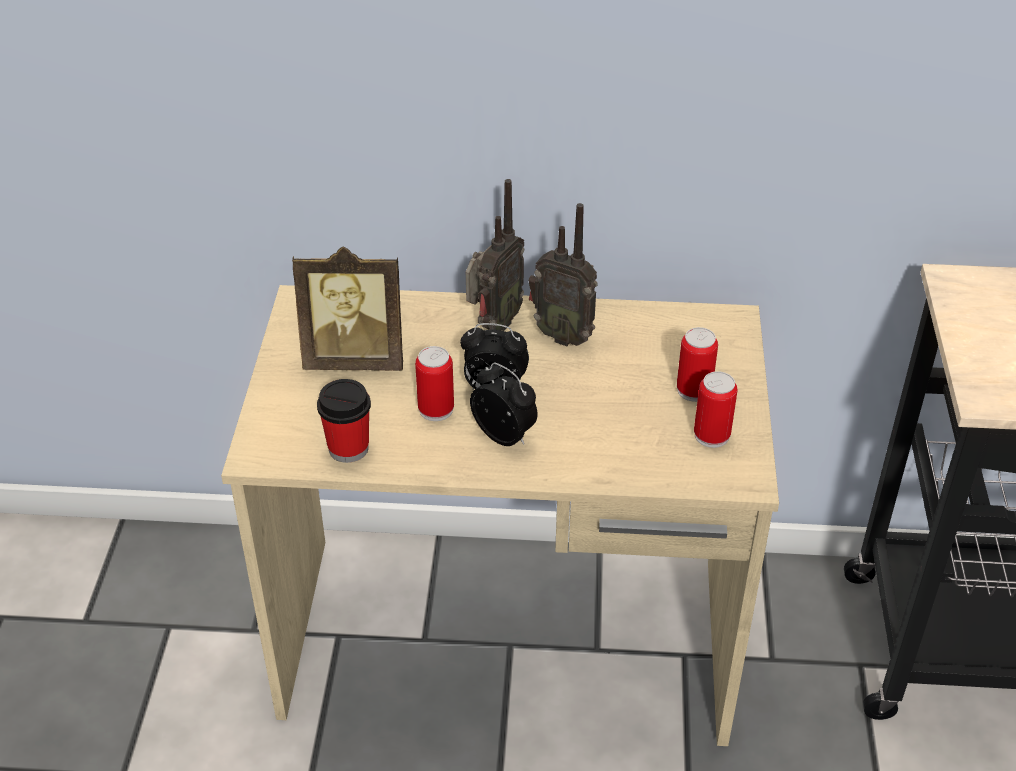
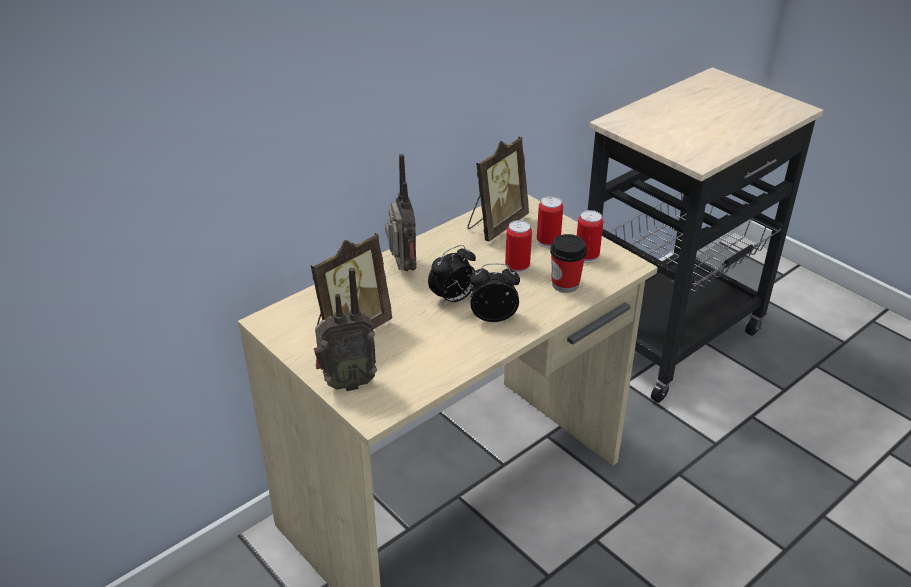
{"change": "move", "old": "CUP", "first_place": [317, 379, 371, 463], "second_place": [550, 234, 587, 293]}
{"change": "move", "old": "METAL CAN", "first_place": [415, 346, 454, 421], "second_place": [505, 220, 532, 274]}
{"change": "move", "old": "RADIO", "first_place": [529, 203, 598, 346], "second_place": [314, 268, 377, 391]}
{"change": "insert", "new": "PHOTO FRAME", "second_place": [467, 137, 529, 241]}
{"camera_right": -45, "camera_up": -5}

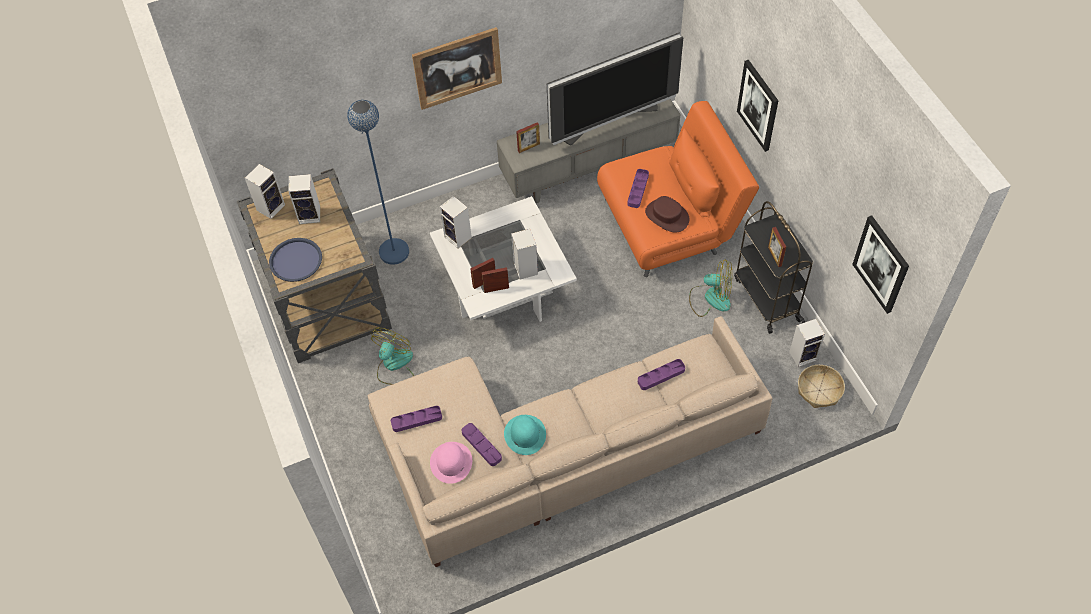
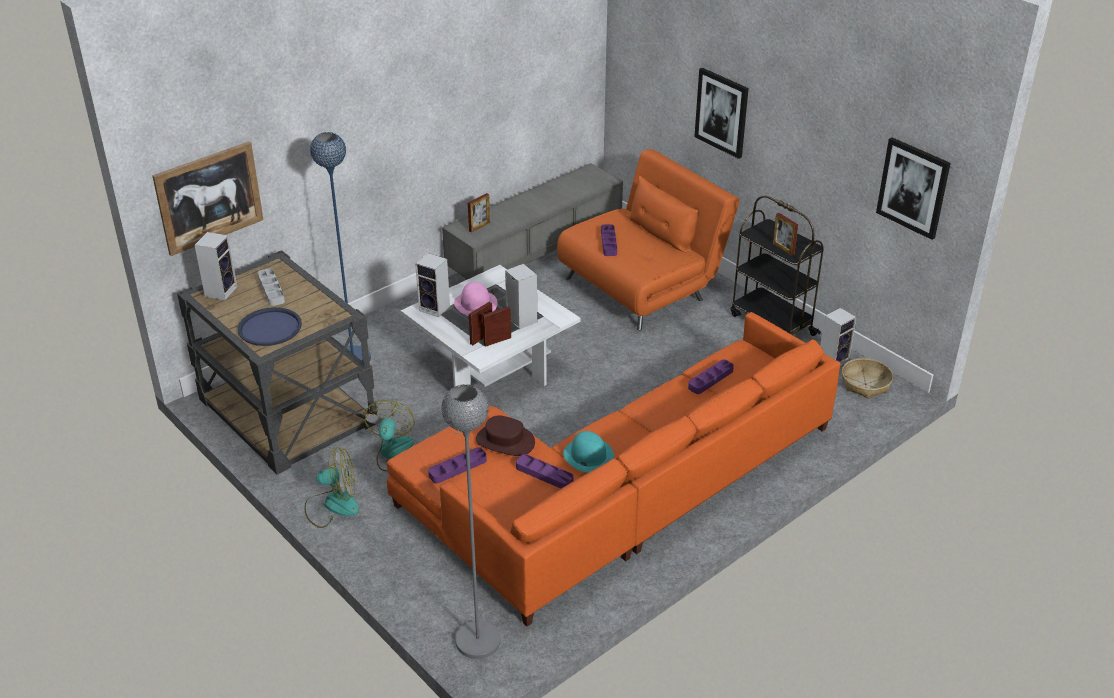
{"change": "replace", "old": "LOUDSPEAKER", "new": "GREYISH SERVING TRAY", "first_place": [288, 174, 321, 224], "second_place": [257, 268, 285, 306]}
{"change": "recolor", "old": "SAND-COLOURED SETTEE", "new": "ORANGE-COLOURED SETTEE", "first_place": [368, 316, 773, 567], "second_place": [387, 312, 840, 626]}
{"change": "move", "old": "PICTURE", "first_place": [412, 27, 502, 110], "second_place": [152, 141, 264, 256]}
{"change": "move", "old": "PINK-COLOURED CLOTHING HAT", "first_place": [430, 442, 472, 484], "second_place": [454, 282, 498, 316]}
{"change": "delete", "old": "TV", "first_place": [547, 33, 683, 145]}
{"change": "move", "old": "BROWN CLOTHING HAT", "first_place": [645, 196, 690, 233], "second_place": [476, 415, 535, 456]}
{"change": "move", "old": "ELECTRIC FAN", "first_place": [689, 259, 732, 317], "second_place": [305, 447, 359, 528]}
{"change": "insert", "new": "GREYISH STANDARD LAMP", "second_place": [442, 384, 501, 659]}
{"camera_right": -20, "camera_up": -20}

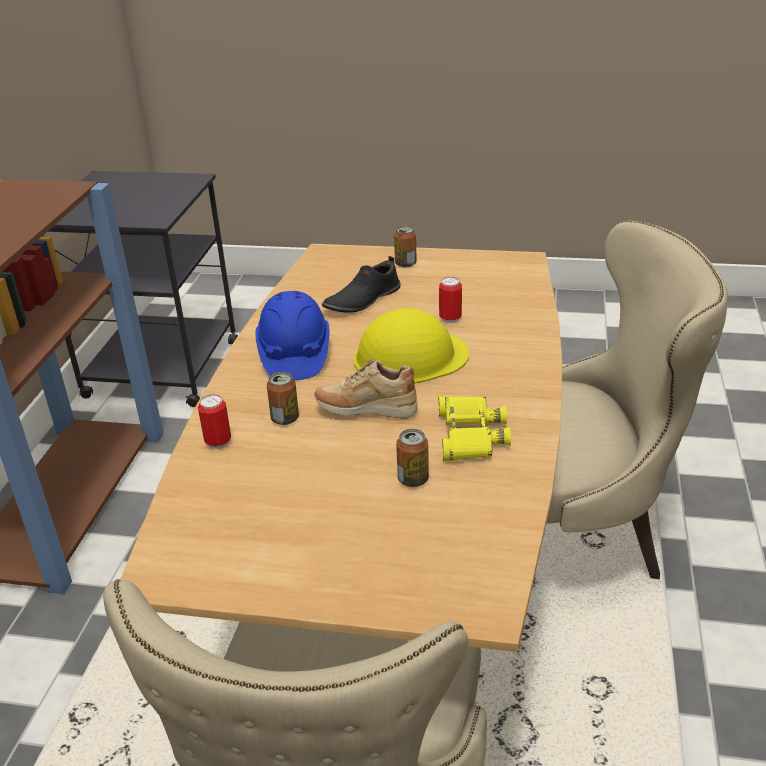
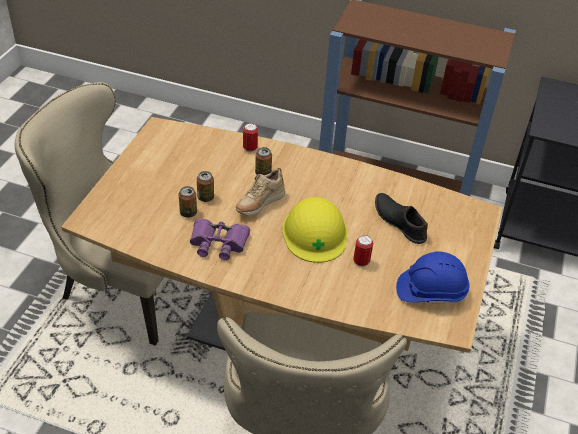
{"change": "move", "old": "BLUE HARD HAT", "first_place": [255, 291, 330, 380], "second_place": [396, 252, 470, 304]}
{"change": "rotate", "old": "SAND-COLOURED ITEM OF FOOTWEAR", "first_place": [314, 359, 418, 419], "second_place": [236, 168, 285, 216], "degrees": -150}
{"change": "move", "old": "METAL CAN", "first_place": [394, 226, 417, 268], "second_place": [197, 171, 214, 202]}
{"change": "recolor", "old": "YELLOW-COLOURED FIELD GLASSES", "new": "PURPLE FIELD GLASSES", "first_place": [438, 396, 511, 461], "second_place": [190, 218, 250, 260]}
{"camera_right": 95, "camera_up": 10}

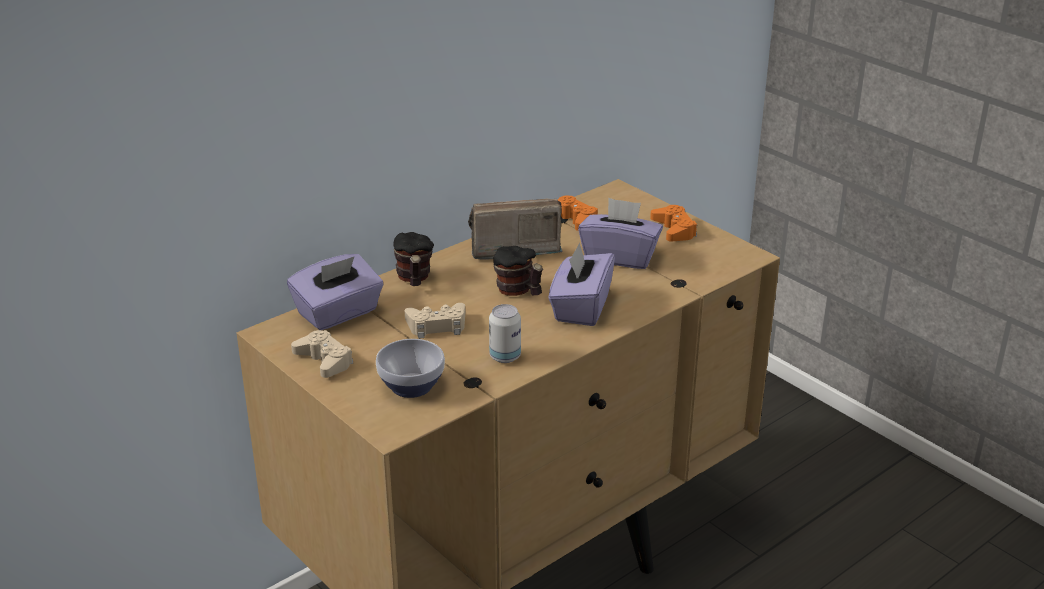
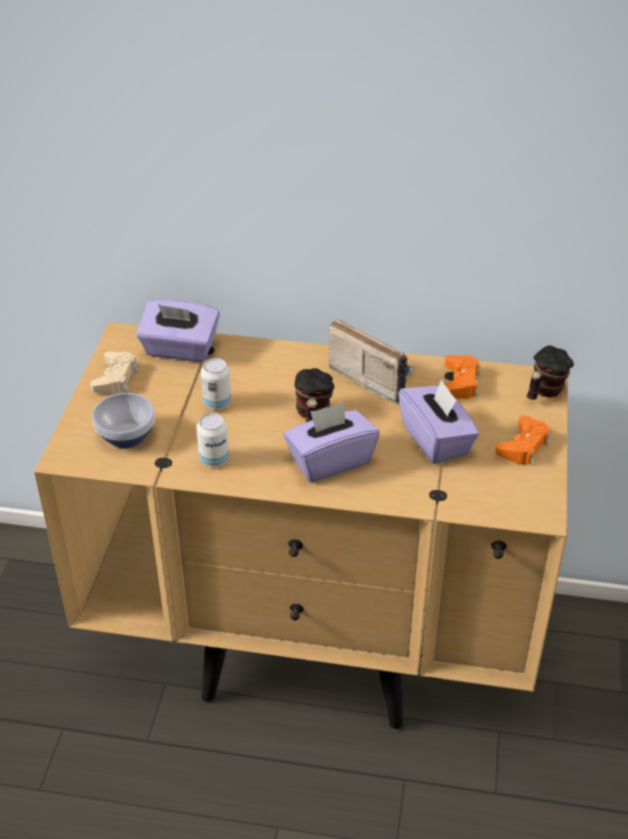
{"change": "move", "old": "MUG", "first_place": [393, 232, 434, 286], "second_place": [527, 345, 574, 400]}
{"change": "replace", "old": "SAND-COLOURED GAME CONTROLLER", "new": "METAL CAN", "first_place": [405, 303, 465, 339], "second_place": [201, 358, 231, 410]}
{"camera_right": 50, "camera_up": 10}

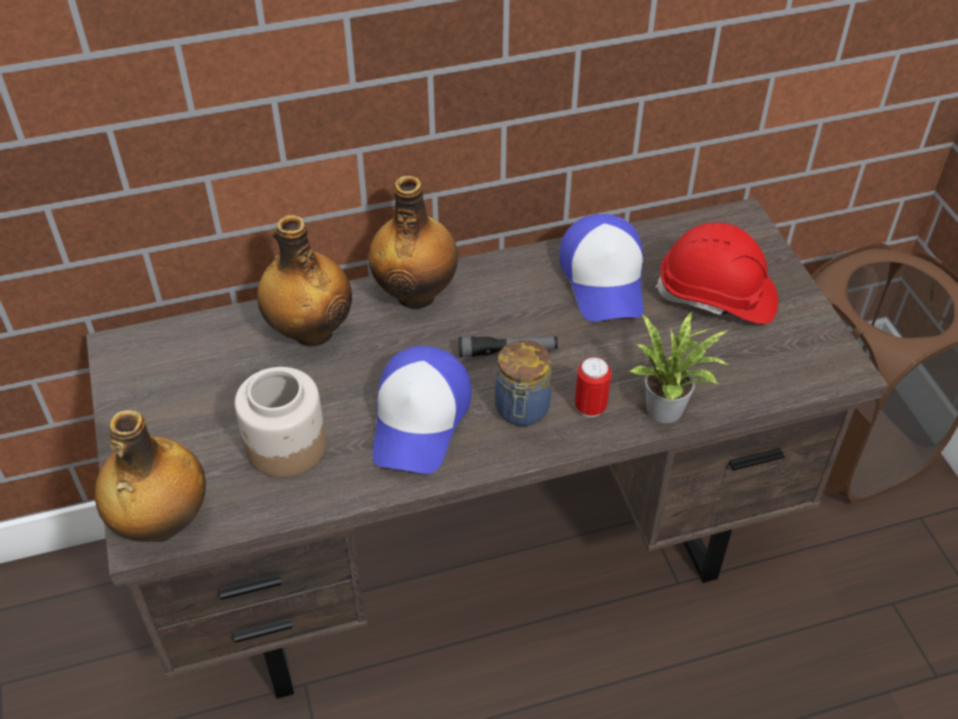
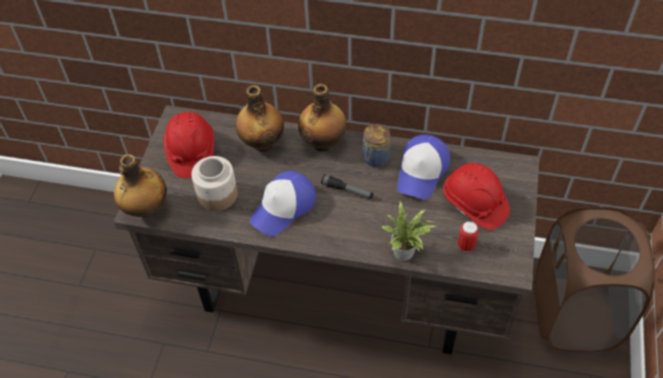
{"change": "move", "old": "PRESERVE JAR", "first_place": [495, 340, 551, 426], "second_place": [362, 124, 391, 167]}
{"change": "move", "old": "METAL CAN", "first_place": [575, 357, 611, 417], "second_place": [458, 221, 479, 252]}
{"change": "insert", "new": "RED-COLOURED HARD HAT", "second_place": [163, 112, 214, 178]}
{"camera_right": 30, "camera_up": 5}

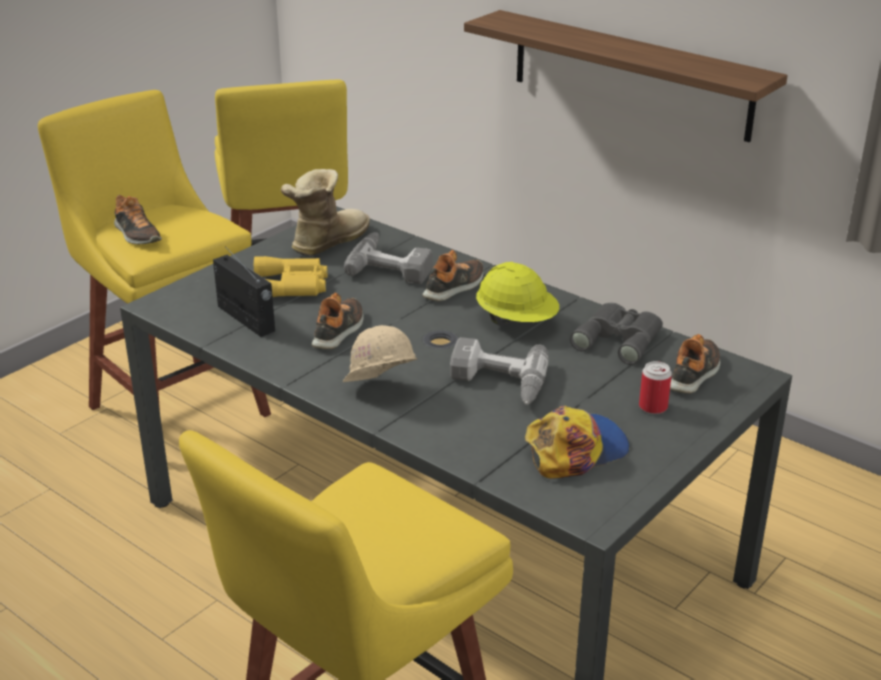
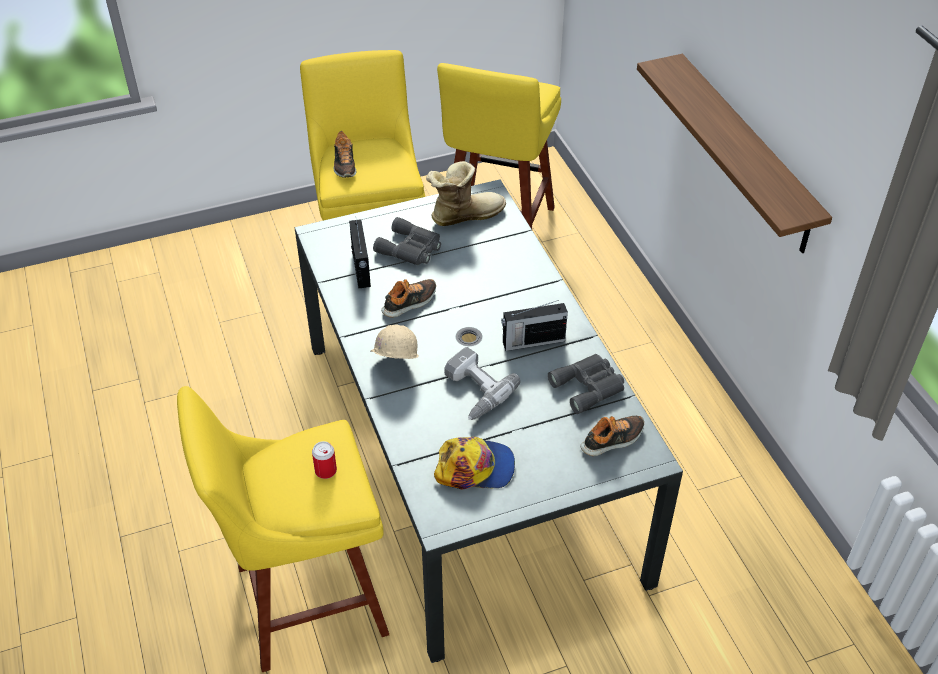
{"change": "recolor", "old": "YELLOW-COLOURED FIELD GLASSES", "new": "GREYISH FIELD GLASSES", "first_place": [254, 256, 327, 297], "second_place": [373, 217, 441, 266]}
{"change": "delete", "old": "DRILL", "first_place": [344, 232, 432, 284]}
{"change": "delete", "old": "ITEM OF FOOTWEAR", "first_place": [423, 250, 484, 301]}
{"change": "replace", "old": "YELLOW-COLOURED HARD HAT", "new": "RADIO", "first_place": [476, 262, 559, 326], "second_place": [501, 300, 568, 351]}
{"change": "move", "old": "METAL CAN", "first_place": [639, 361, 672, 414], "second_place": [312, 441, 337, 479]}
{"camera_right": 30, "camera_up": 15}

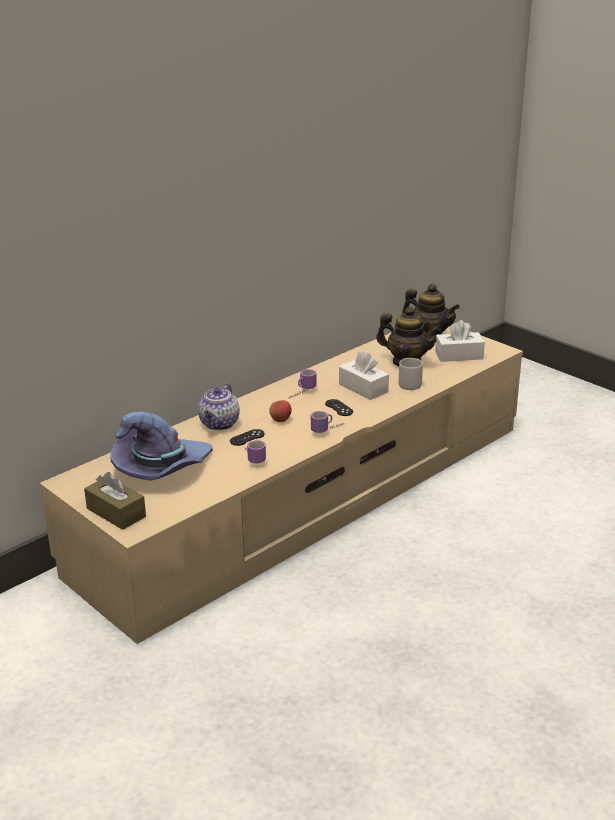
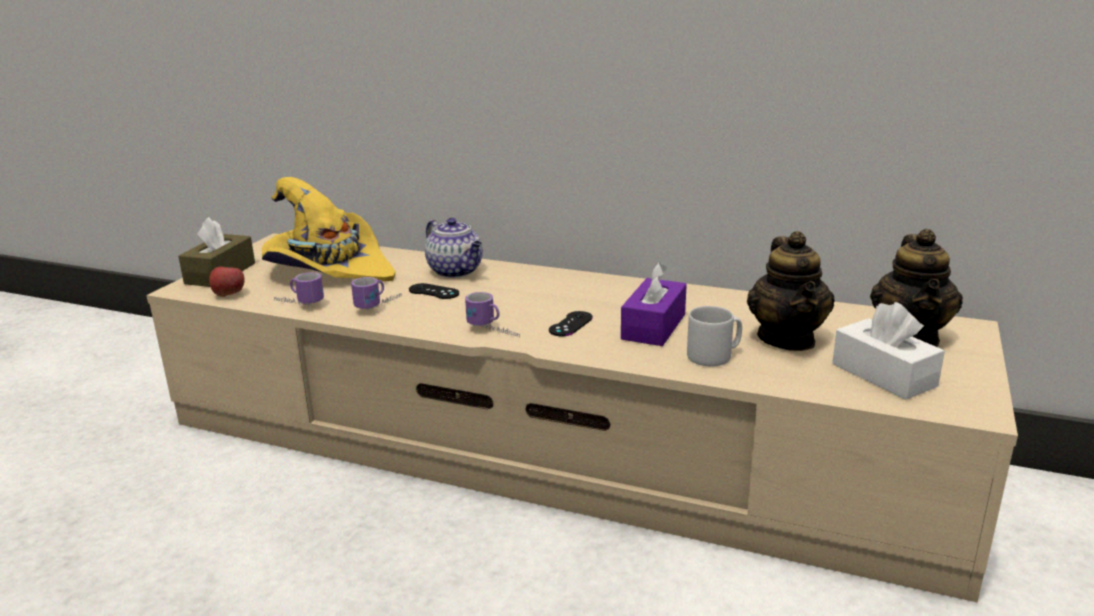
{"change": "recolor", "old": "PURPLE CLOTHING HAT", "new": "YELLOW-COLOURED CLOTHING HAT", "first_place": [111, 411, 213, 481], "second_place": [261, 177, 395, 282]}
{"change": "rotate", "old": "TEA POT", "first_place": [198, 383, 240, 430], "second_place": [425, 218, 483, 278], "degrees": -120}
{"change": "move", "old": "APPLE FRUIT", "first_place": [269, 400, 292, 422], "second_place": [209, 267, 245, 297]}
{"change": "move", "old": "MUG", "first_place": [291, 369, 317, 398], "second_place": [274, 272, 324, 306]}
{"change": "recolor", "old": "WHITISH BOX OF TISSUES", "new": "PURPLE BOX OF TISSUES", "first_place": [339, 351, 389, 400], "second_place": [621, 262, 687, 346]}
{"camera_right": 65, "camera_up": -5}

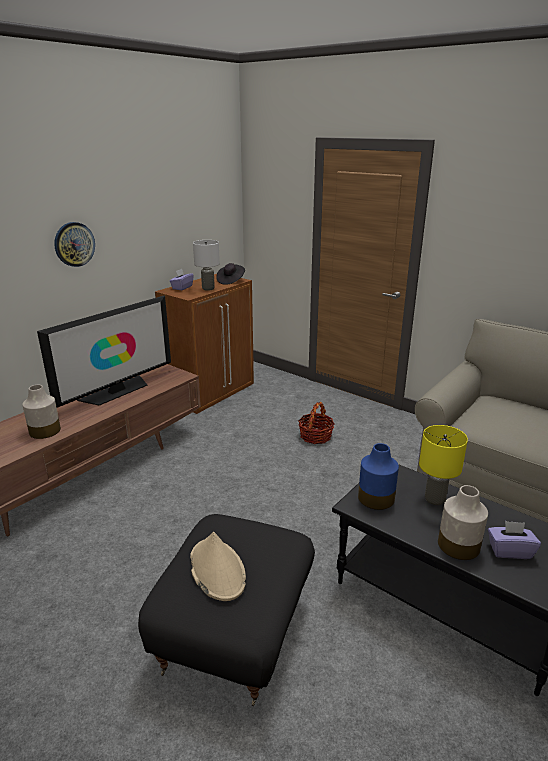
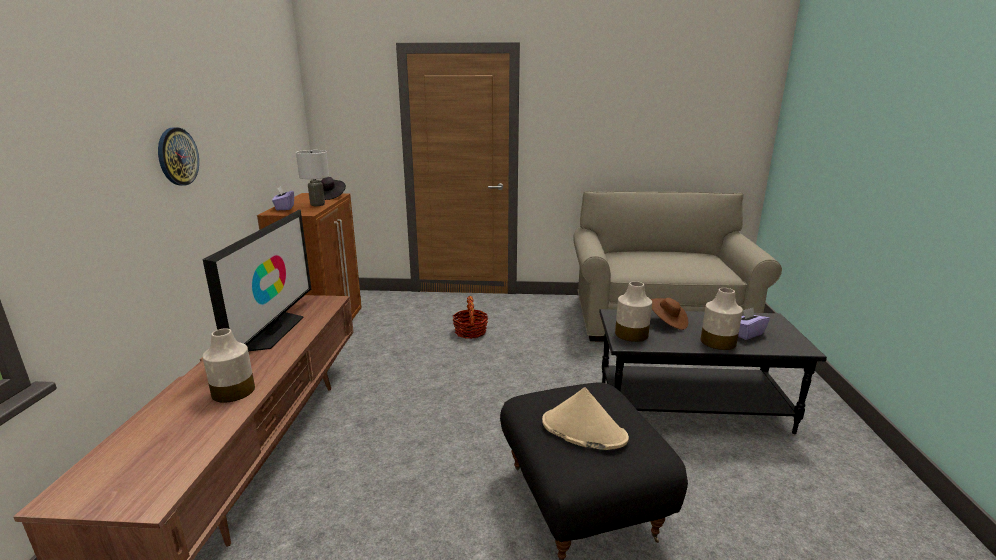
{"change": "recolor", "old": "BLUE FLOWER VASE", "new": "SAND-COLOURED FLOWER VASE", "first_place": [358, 443, 399, 510], "second_place": [615, 281, 652, 342]}
{"change": "replace", "old": "YELLOW-COLOURED TABLETOP LAMP", "new": "BROWN CLOTHING HAT", "first_place": [419, 425, 468, 505], "second_place": [651, 298, 688, 330]}
{"camera_right": -35, "camera_up": -5}

